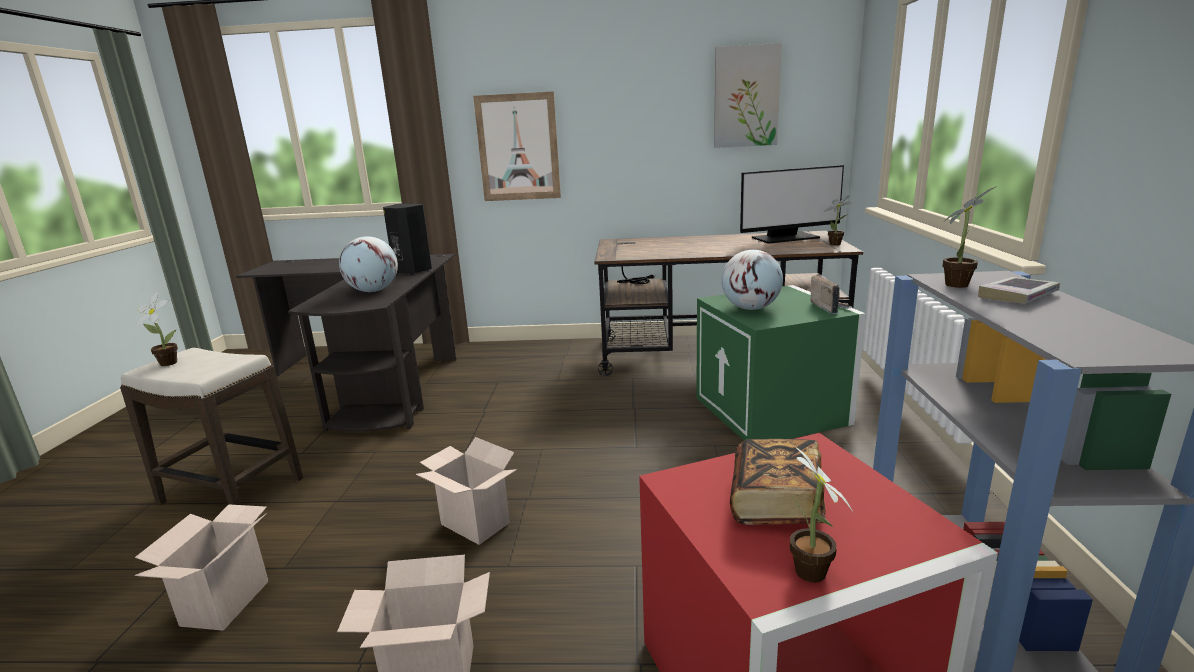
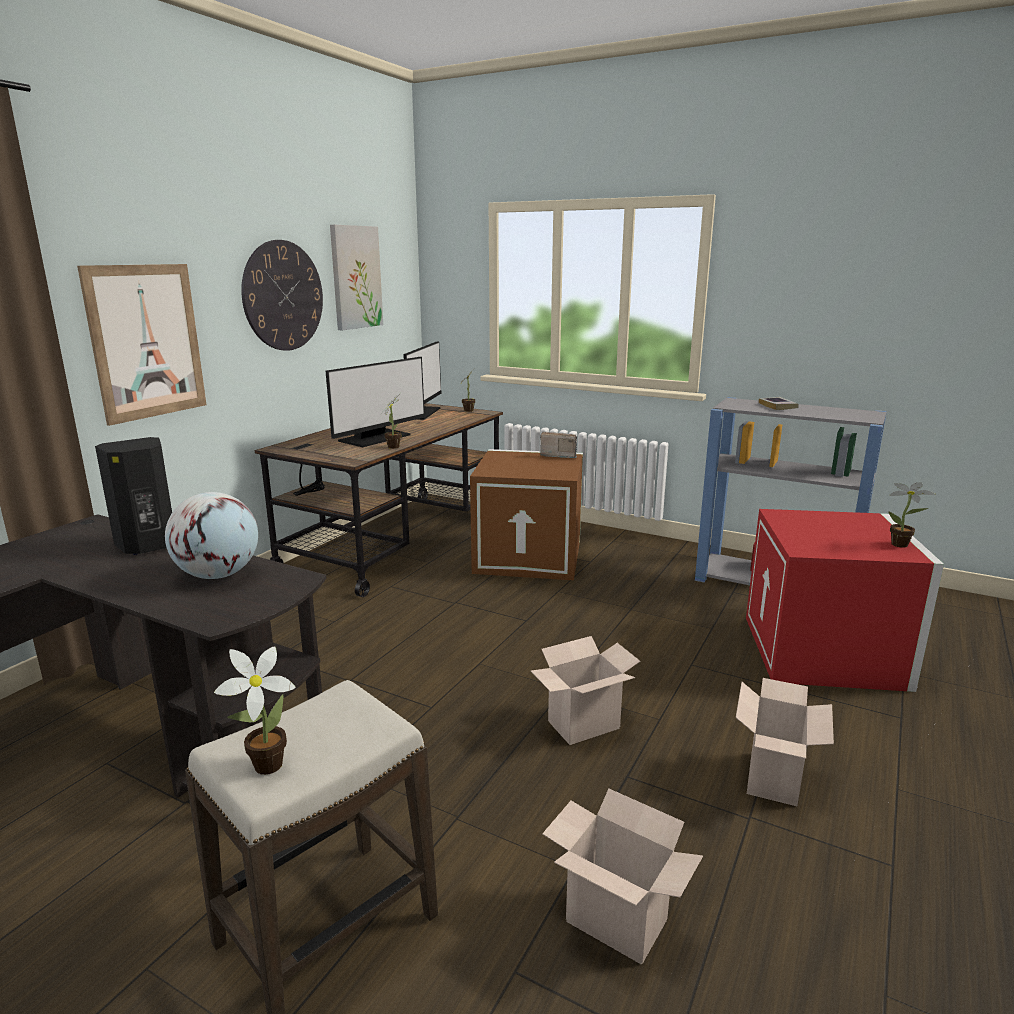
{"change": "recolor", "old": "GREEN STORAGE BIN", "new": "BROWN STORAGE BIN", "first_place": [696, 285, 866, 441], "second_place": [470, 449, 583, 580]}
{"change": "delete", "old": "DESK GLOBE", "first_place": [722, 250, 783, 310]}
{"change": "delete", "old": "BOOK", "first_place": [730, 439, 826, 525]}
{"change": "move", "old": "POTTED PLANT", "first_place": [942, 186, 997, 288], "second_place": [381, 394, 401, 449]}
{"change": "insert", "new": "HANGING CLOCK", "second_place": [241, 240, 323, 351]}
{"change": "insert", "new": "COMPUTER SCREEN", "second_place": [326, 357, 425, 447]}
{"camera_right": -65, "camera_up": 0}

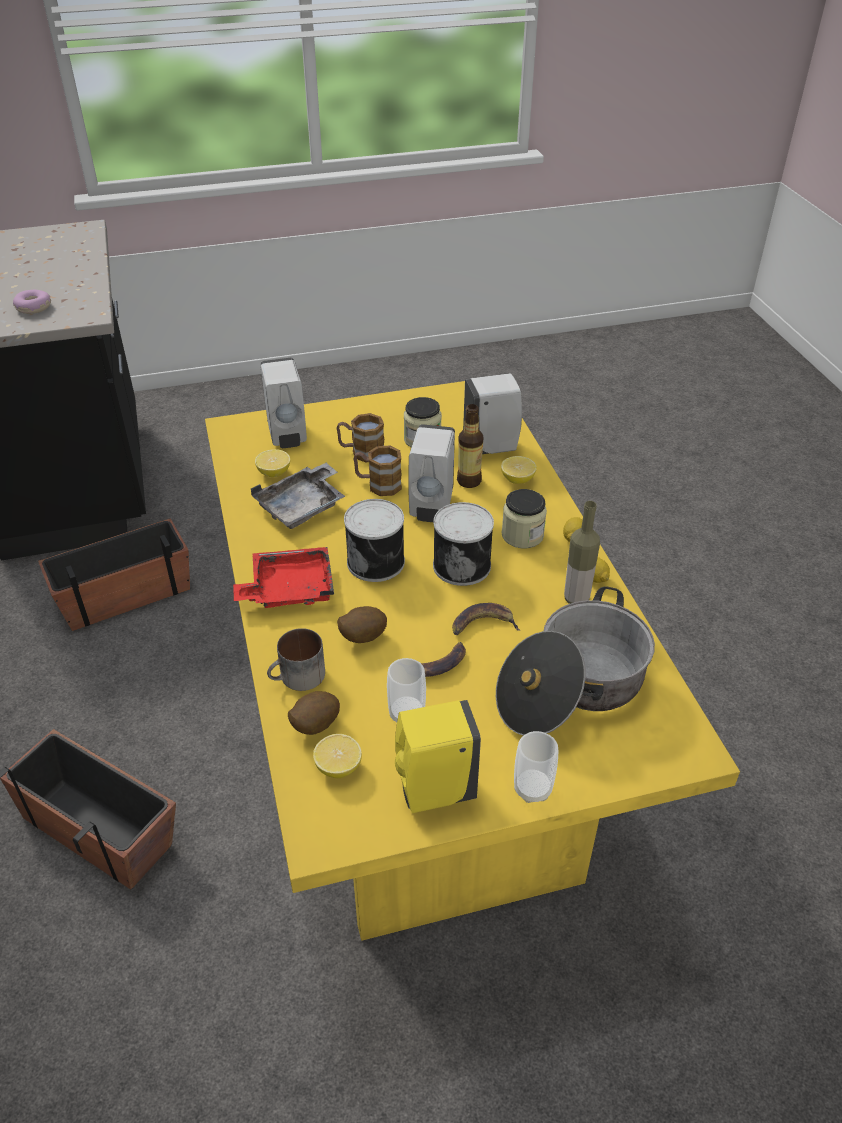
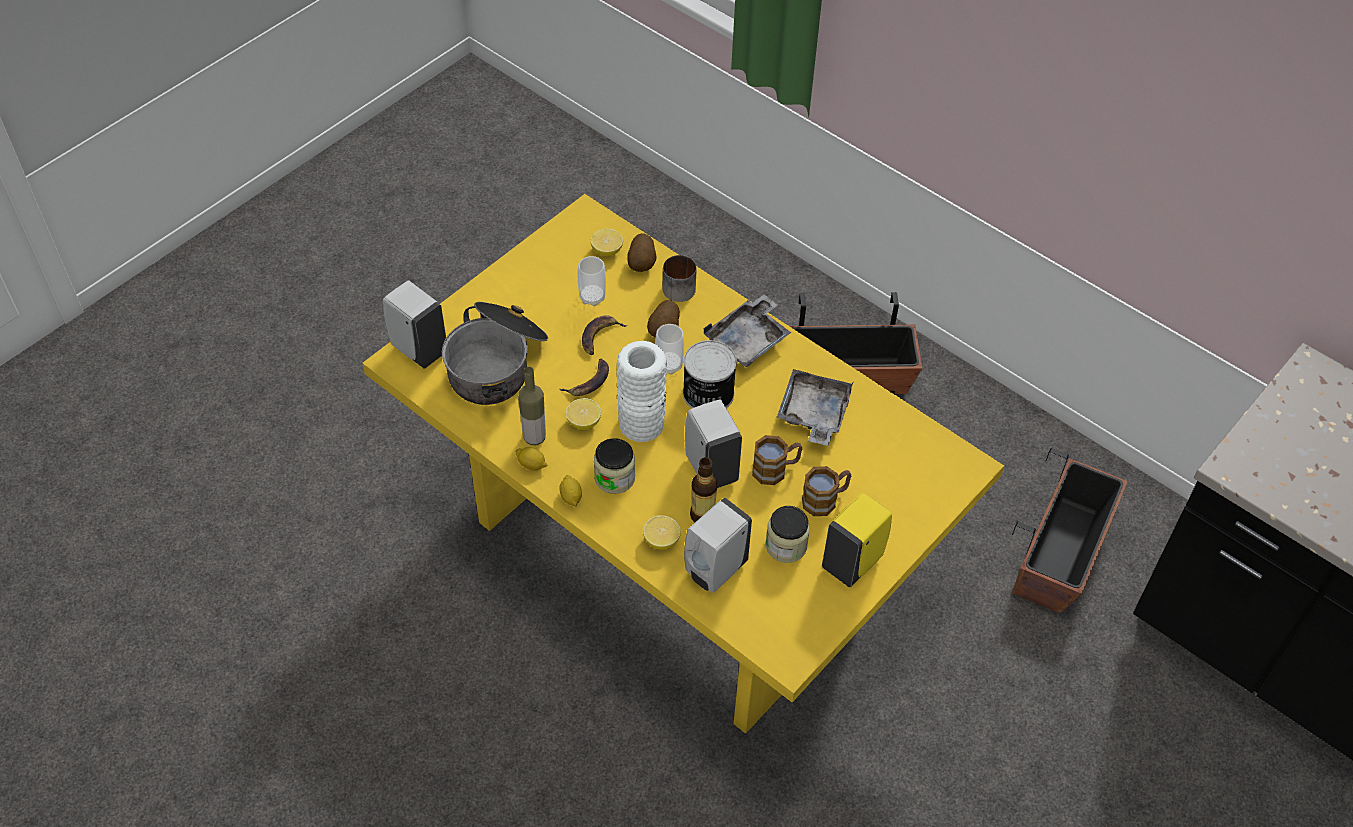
{"change": "delete", "old": "DOUGHNUT", "first_place": [13, 290, 51, 314]}
{"change": "recolor", "old": "RED-COLOURED SERVING TRAY", "new": "GREYISH SERVING TRAY", "first_place": [233, 547, 334, 608], "second_place": [703, 294, 791, 367]}
{"change": "move", "old": "WHOLE LEMON", "first_place": [255, 449, 290, 477], "second_place": [566, 398, 601, 429]}
{"change": "move", "old": "WHITISH SOAP DISPENSER", "first_place": [260, 358, 307, 448], "second_place": [383, 280, 446, 368]}
{"change": "move", "old": "YELLOW-COLOURED SOAP DISPENSER", "first_place": [395, 700, 481, 813], "second_place": [822, 493, 892, 587]}
{"change": "replace", "old": "METAL CAN", "new": "WHITISH FLOWER VASE", "first_place": [433, 502, 494, 586], "second_place": [617, 341, 667, 442]}
{"change": "move", "old": "CUP", "first_place": [514, 731, 558, 803], "second_place": [655, 324, 684, 375]}
{"camera_right": 145, "camera_up": 10}

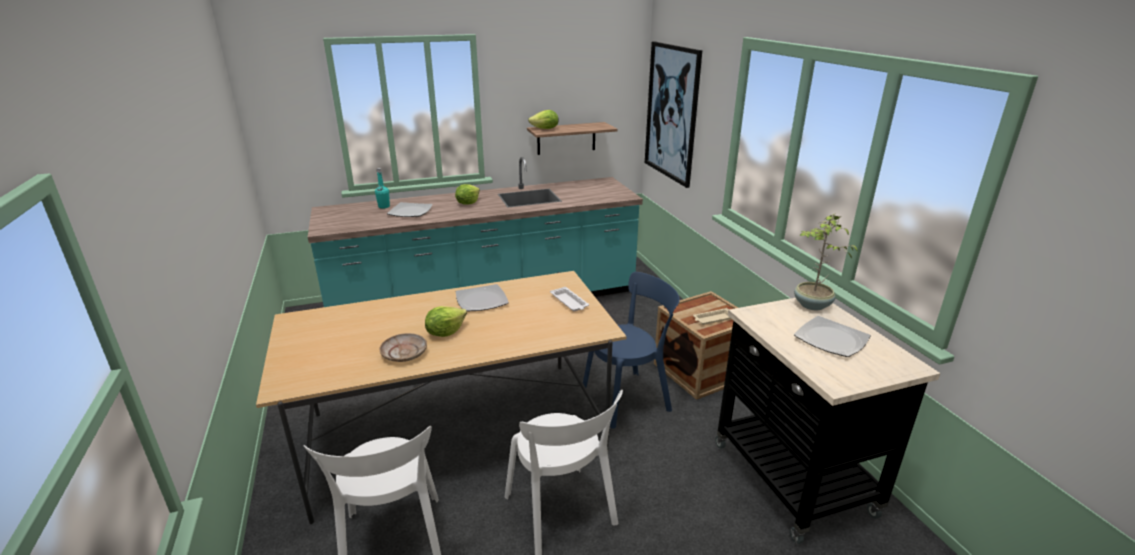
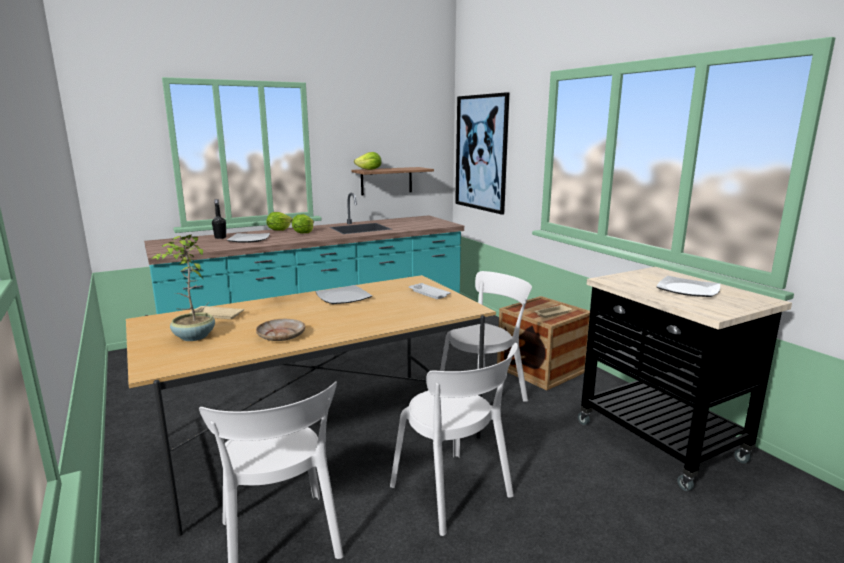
{"change": "recolor", "old": "BLUE-GREEN BOTTLE", "new": "BLACKISH BOTTLE", "first_place": [375, 168, 390, 209], "second_place": [212, 199, 226, 239]}
{"change": "move", "old": "HEAD OF LETTUCE", "first_place": [425, 306, 467, 337], "second_place": [267, 212, 292, 231]}
{"change": "recolor", "old": "BLUE UPRIGHT CHAIR", "new": "WHITISH UPRIGHT CHAIR", "first_place": [583, 272, 680, 429], "second_place": [440, 271, 532, 402]}
{"change": "move", "old": "POTTED PLANT", "first_place": [794, 214, 858, 310], "second_place": [152, 234, 215, 341]}
{"change": "insert", "new": "SAND-COLOURED SERVING TRAY", "second_place": [189, 306, 244, 319]}
{"camera_right": -10, "camera_up": -10}

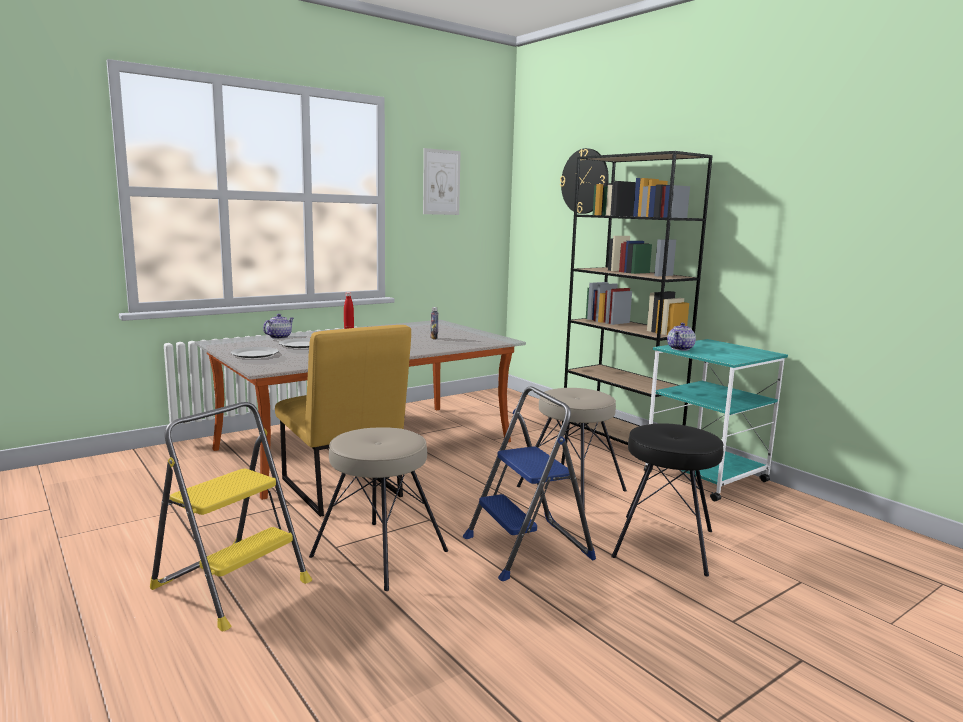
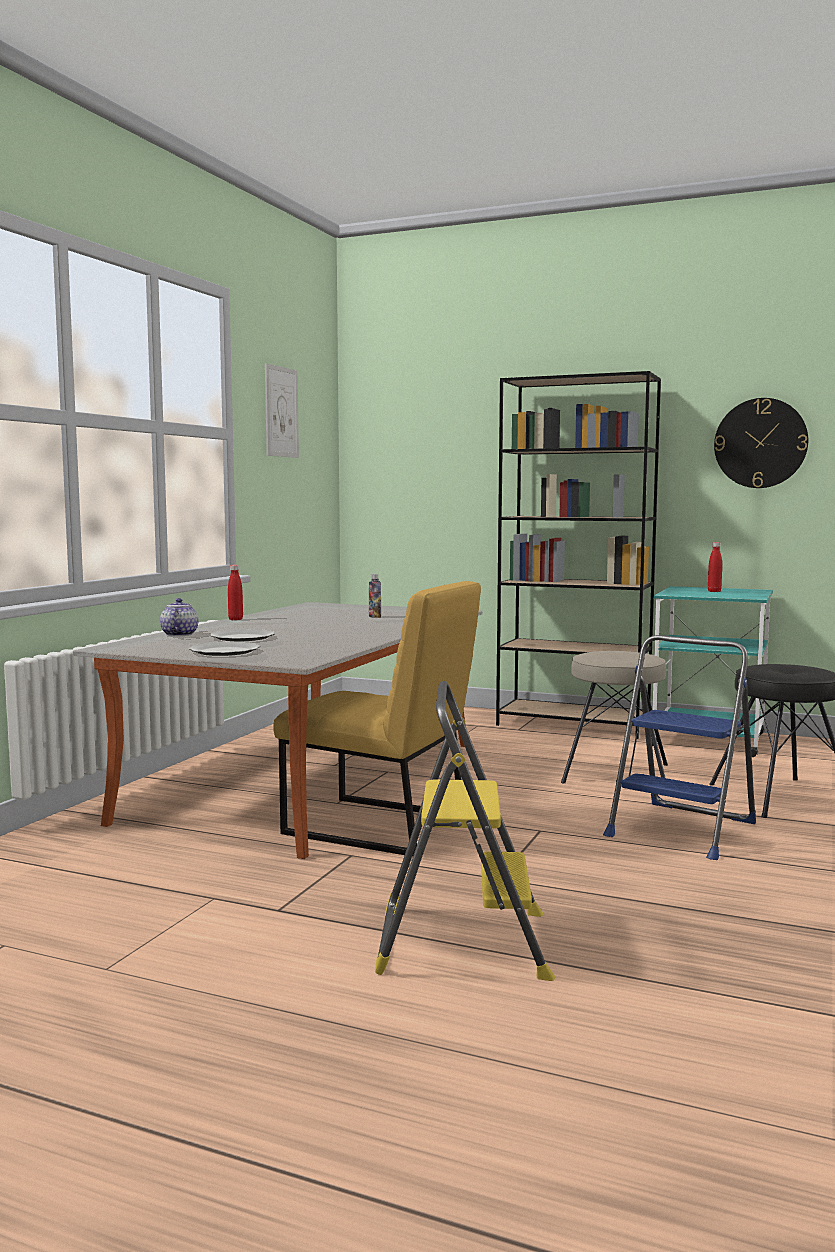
{"change": "delete", "old": "SAND-COLOURED STOOL", "first_place": [309, 427, 448, 591]}
{"change": "move", "old": "HANGING CLOCK", "first_place": [560, 148, 609, 214], "second_place": [714, 398, 808, 488]}
{"change": "delete", "old": "TEA POT", "first_place": [667, 323, 696, 351]}
{"change": "insert", "new": "RED-COLOURED BOTTLE", "second_place": [708, 542, 722, 592]}
{"camera_right": -30, "camera_up": -5}

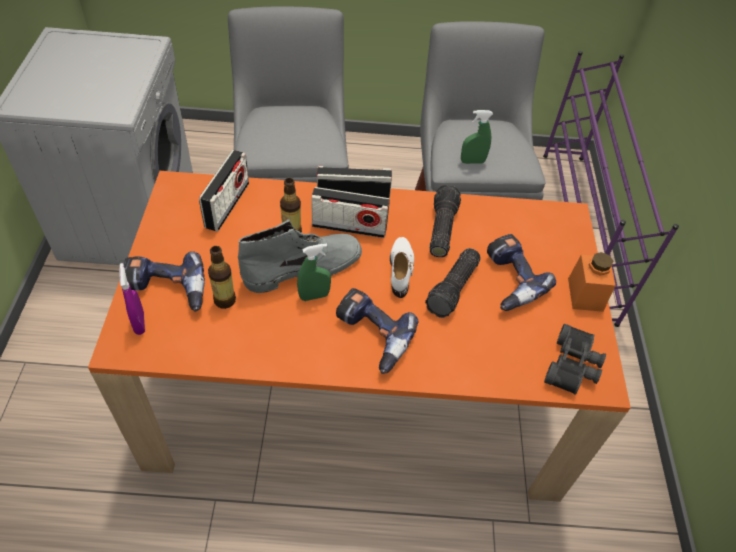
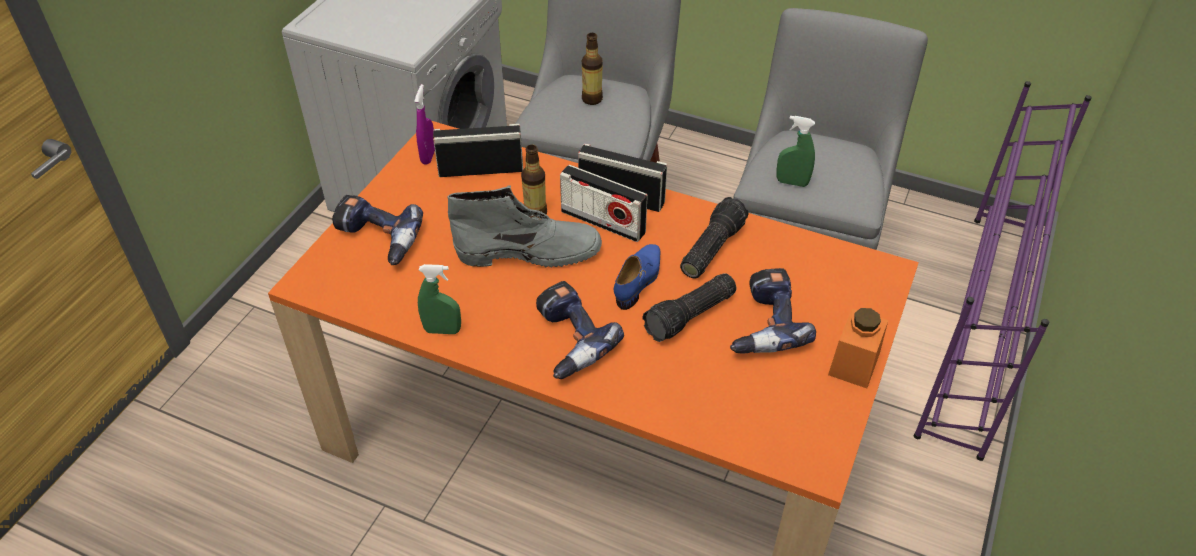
{"change": "move", "old": "PURPLE SPRAYER", "first_place": [119, 263, 145, 335], "second_place": [414, 84, 435, 165]}
{"change": "rotate", "old": "RADIO", "first_place": [199, 150, 249, 231], "second_place": [433, 124, 523, 177], "degrees": -135}
{"change": "move", "old": "BOTTLE", "first_place": [208, 246, 236, 309], "second_place": [582, 33, 603, 105]}
{"change": "move", "old": "GREEN SPRAYER", "first_place": [297, 243, 331, 301], "second_place": [418, 264, 461, 334]}
{"change": "recolor", "old": "WHITISH ITEM OF FOOTWEAR", "new": "BLUE ITEM OF FOOTWEAR", "first_place": [390, 237, 414, 298], "second_place": [614, 244, 661, 310]}
{"change": "delete", "old": "BLACKISH FIELD GLASSES", "first_place": [544, 324, 606, 395]}
{"camera_right": 25, "camera_up": -5}

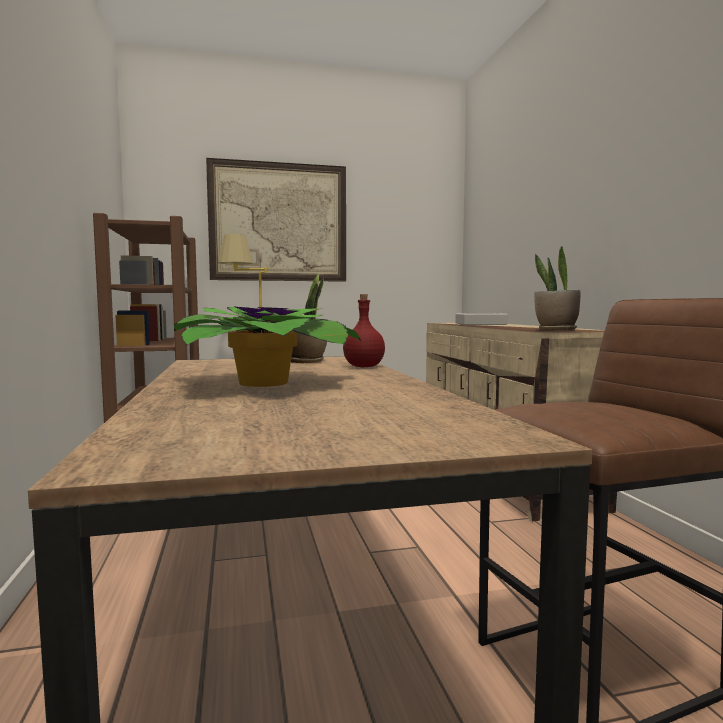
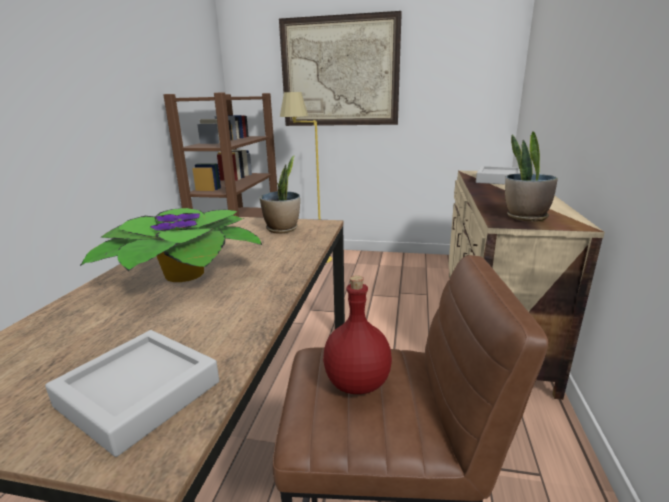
{"change": "move", "old": "RED-COLOURED BOTTLE", "first_place": [343, 294, 385, 367], "second_place": [323, 275, 392, 394]}
{"change": "insert", "new": "GREYISH SERVING TRAY", "second_place": [45, 330, 219, 457]}
{"camera_right": 25, "camera_up": 15}

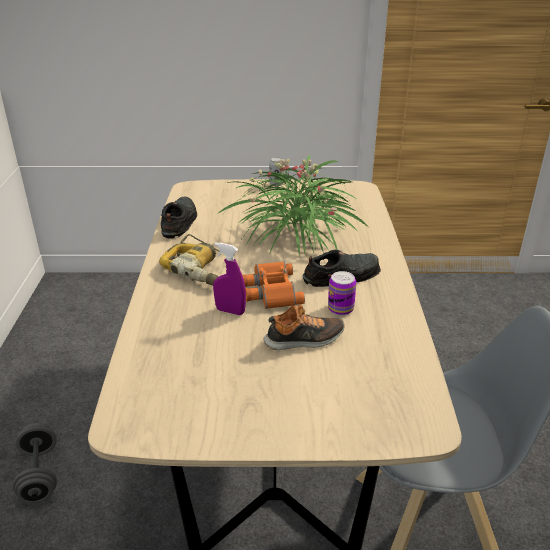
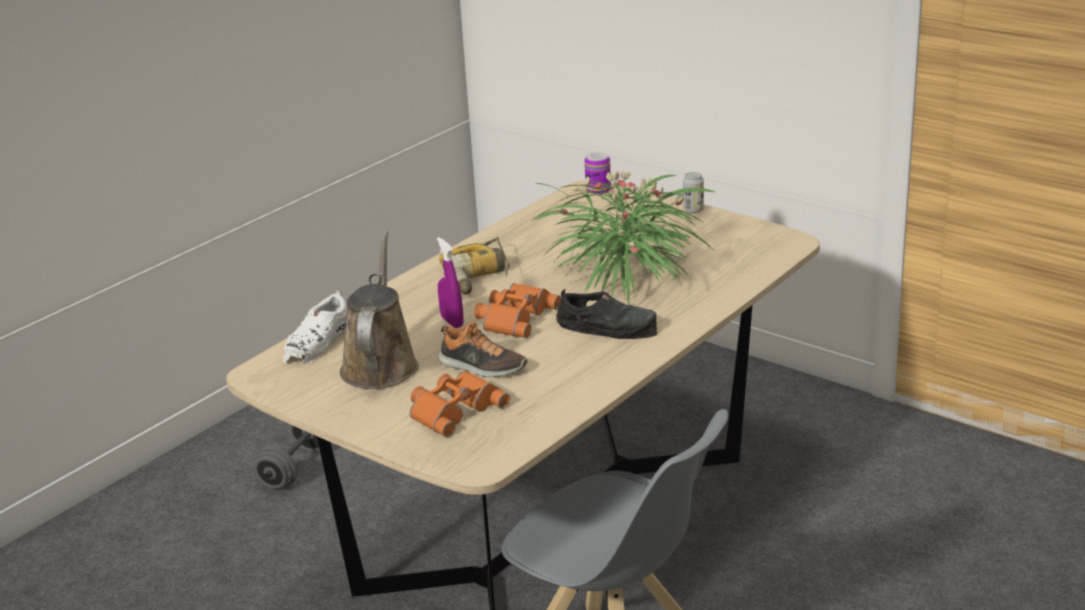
{"change": "delete", "old": "BLACKISH ITEM OF FOOTWEAR", "first_place": [161, 196, 197, 238]}
{"change": "move", "old": "METAL CAN", "first_place": [328, 271, 356, 315], "second_place": [584, 152, 611, 194]}
{"change": "insert", "new": "WHITISH ITEM OF FOOTWEAR", "second_place": [283, 289, 347, 364]}
{"change": "insert", "new": "BROWN SPRINKLING CAN", "second_place": [340, 231, 419, 389]}
{"change": "insert", "new": "ORANGE-COLOURED FIELD GLASSES", "second_place": [409, 370, 510, 437]}
{"camera_right": 40, "camera_up": -5}

